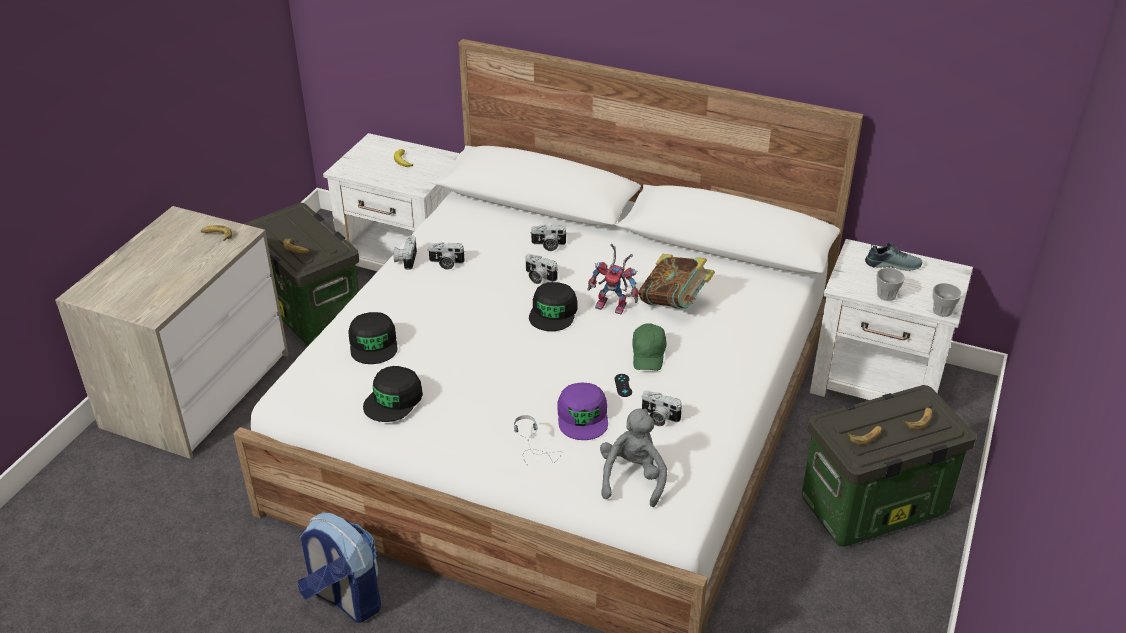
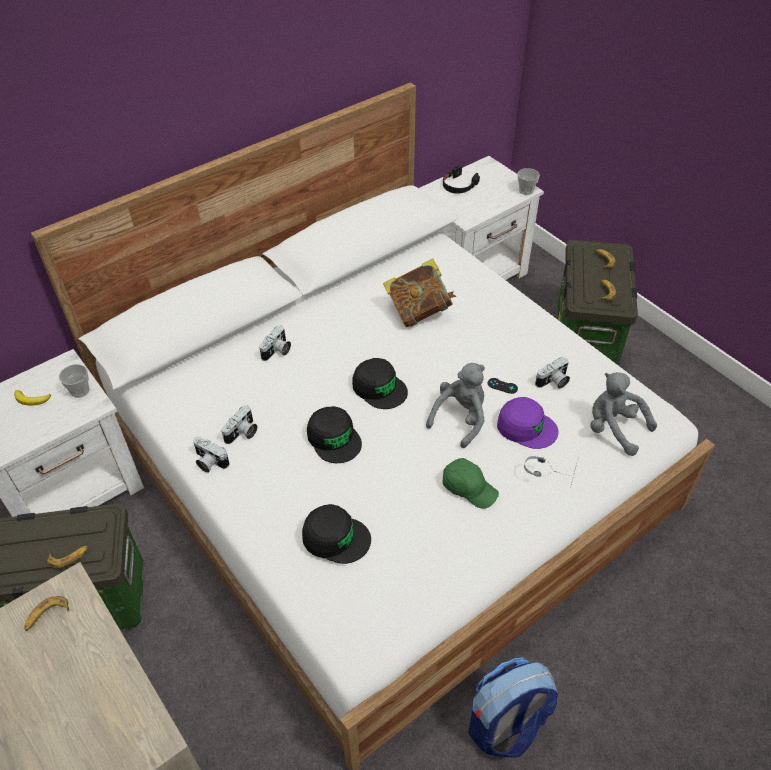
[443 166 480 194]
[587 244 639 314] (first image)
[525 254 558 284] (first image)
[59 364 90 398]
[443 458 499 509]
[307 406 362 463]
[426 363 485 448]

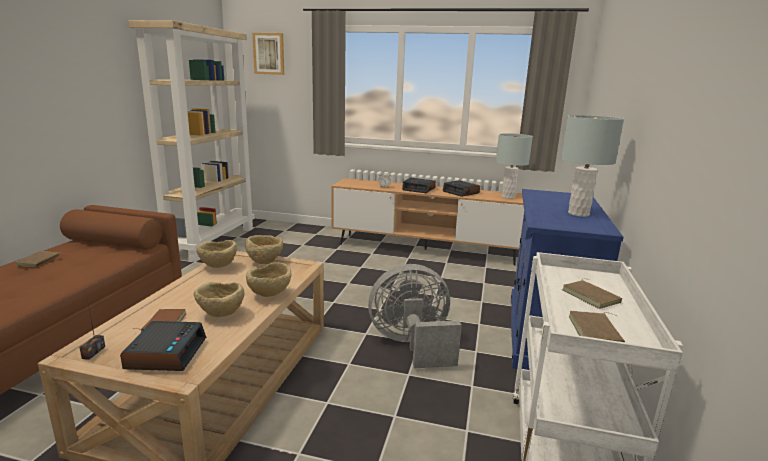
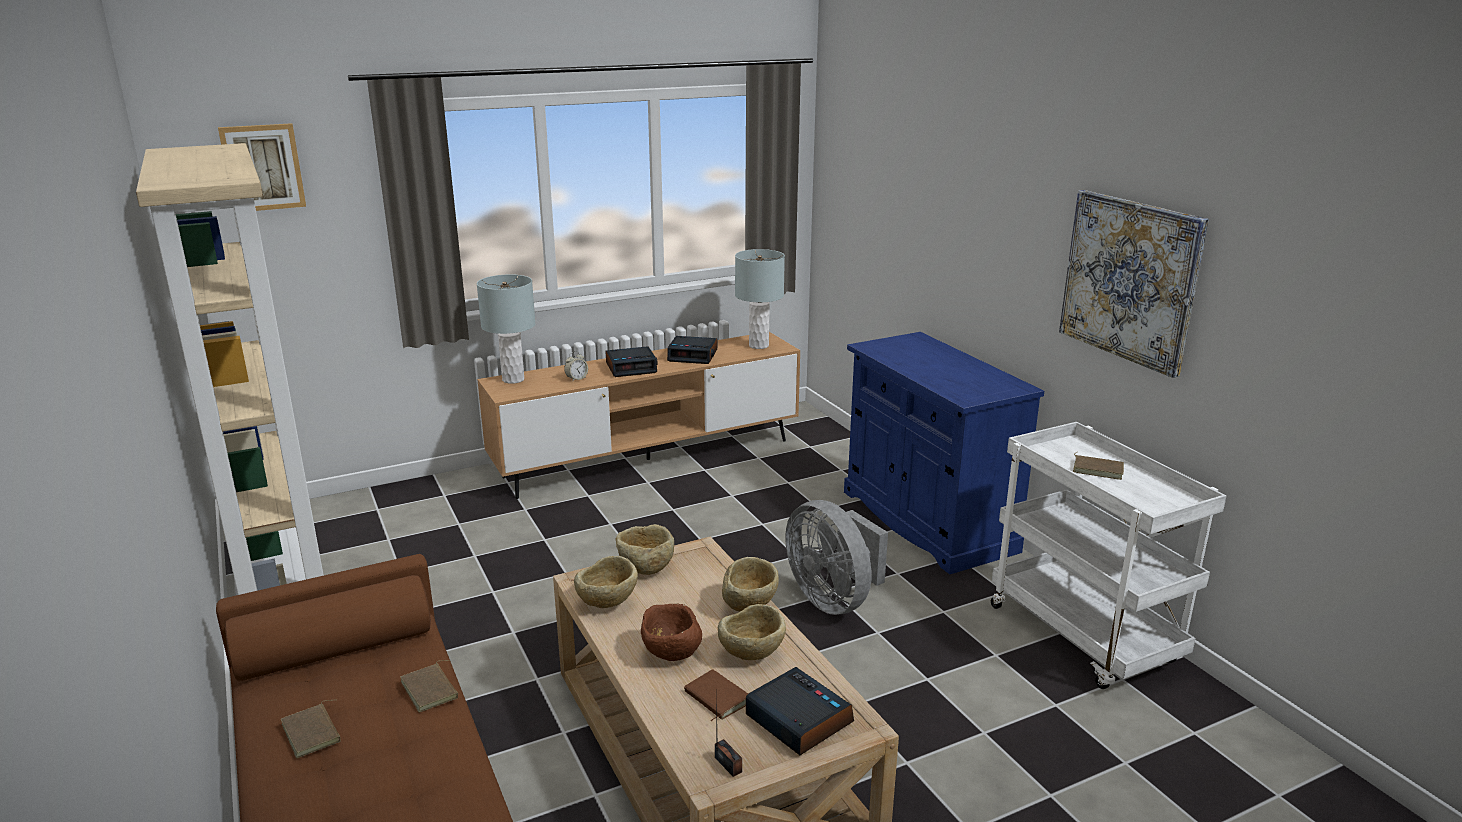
[477 274 536 384]
[785 500 888 615]
[400 660 458 713]
[1059 190 1209 378]
[641 603 702 661]

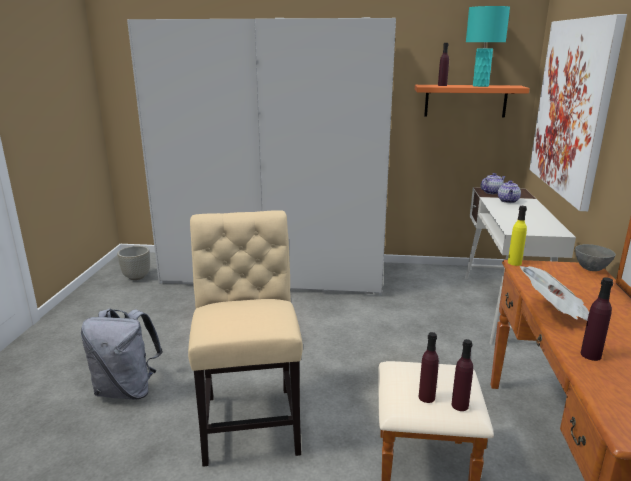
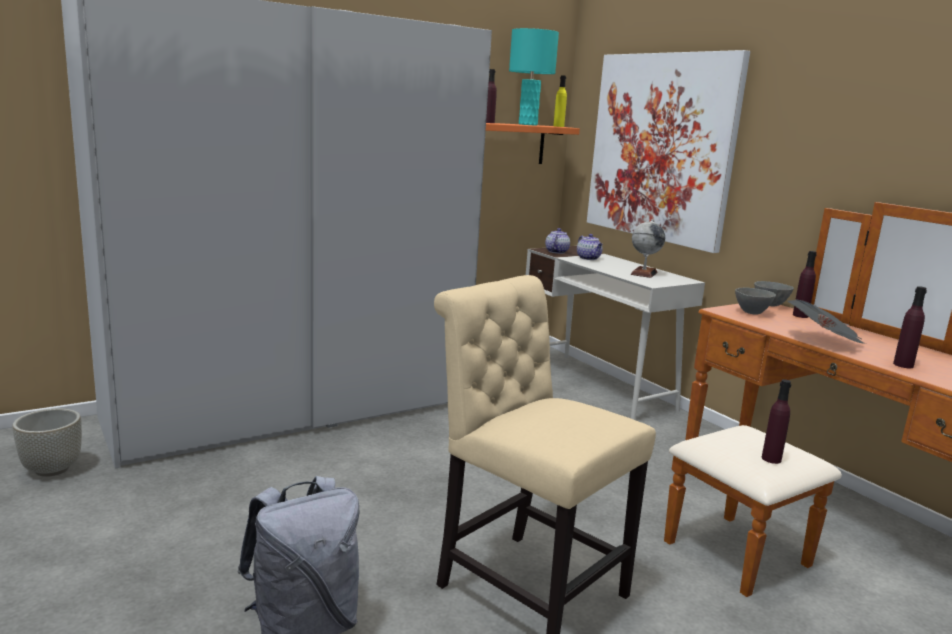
[553 76 567 127]
[793 251 817 318]
[631 219 665 278]
[735 288 776 315]

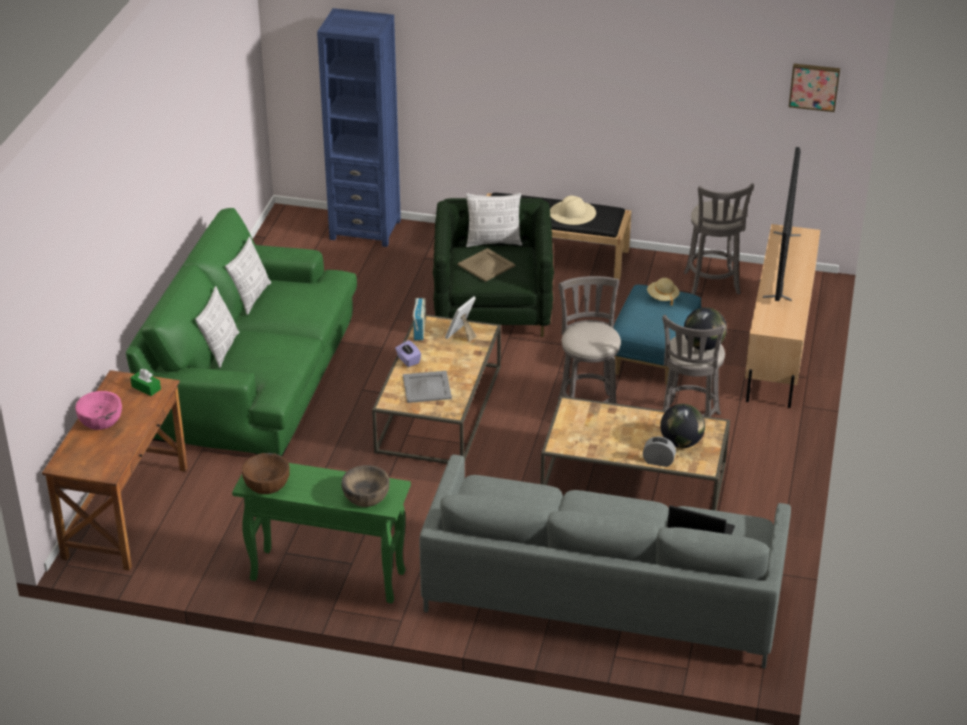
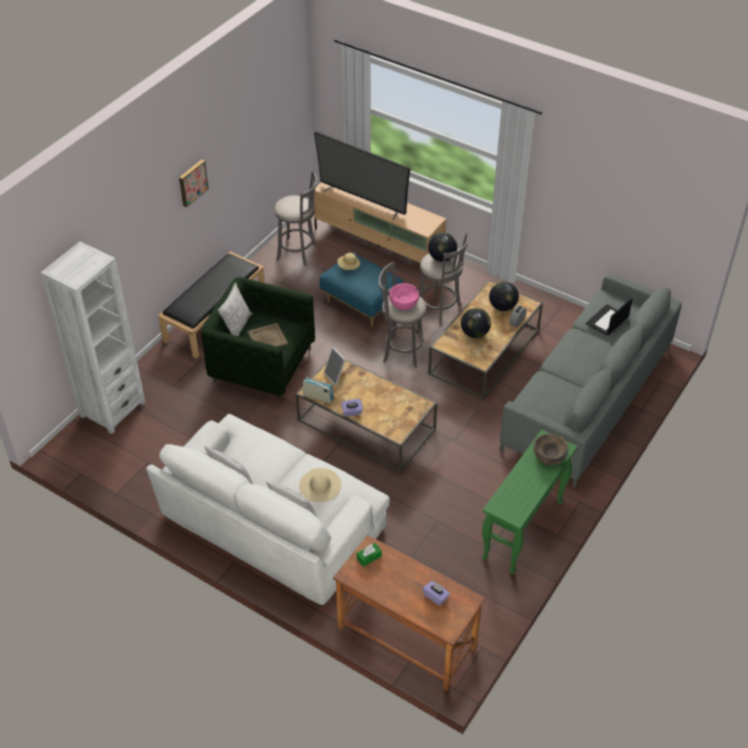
[40 242 145 434]
[179 159 209 207]
[299 468 341 502]
[146 414 390 606]
[403 371 452 403] (first image)
[389 283 419 310]
[242 453 289 494] (first image)
[461 308 491 338]
[423 581 450 606]

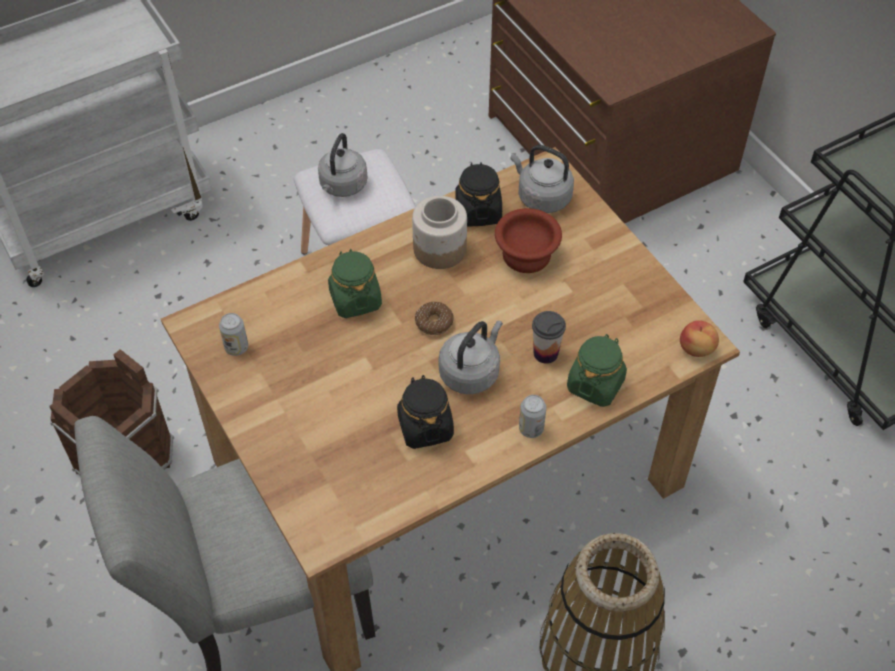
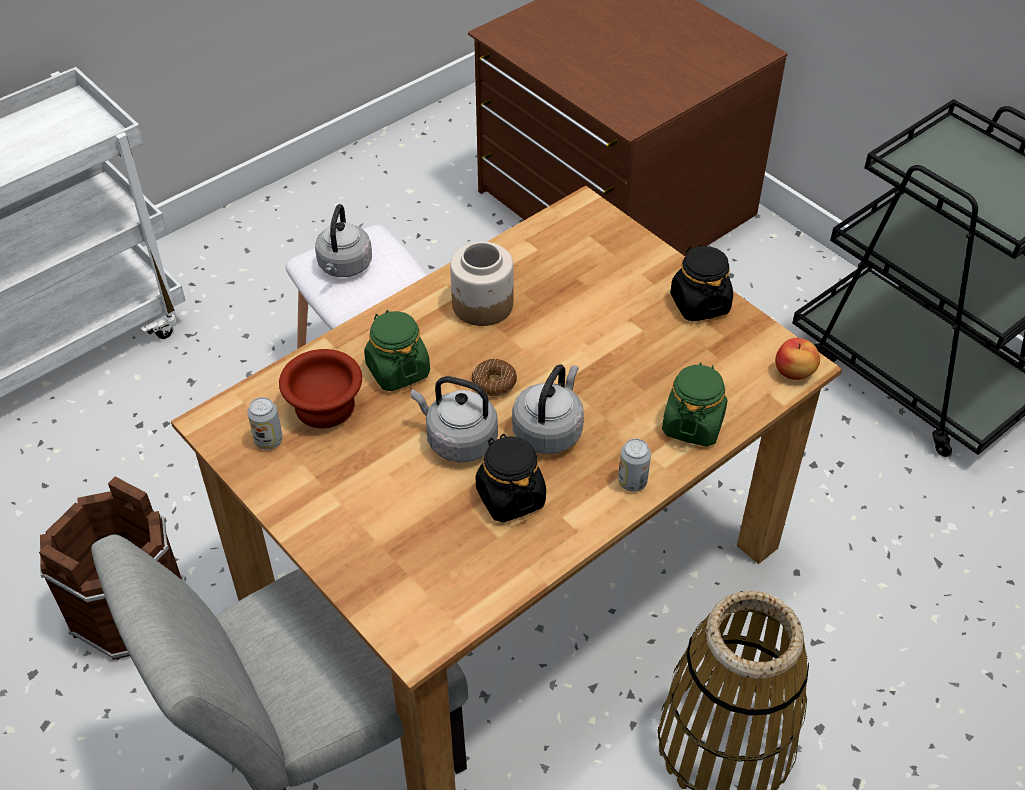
[411 376 498 462]
[670 244 733 322]
[279 349 362 428]
[532 311 566 364] (first image)

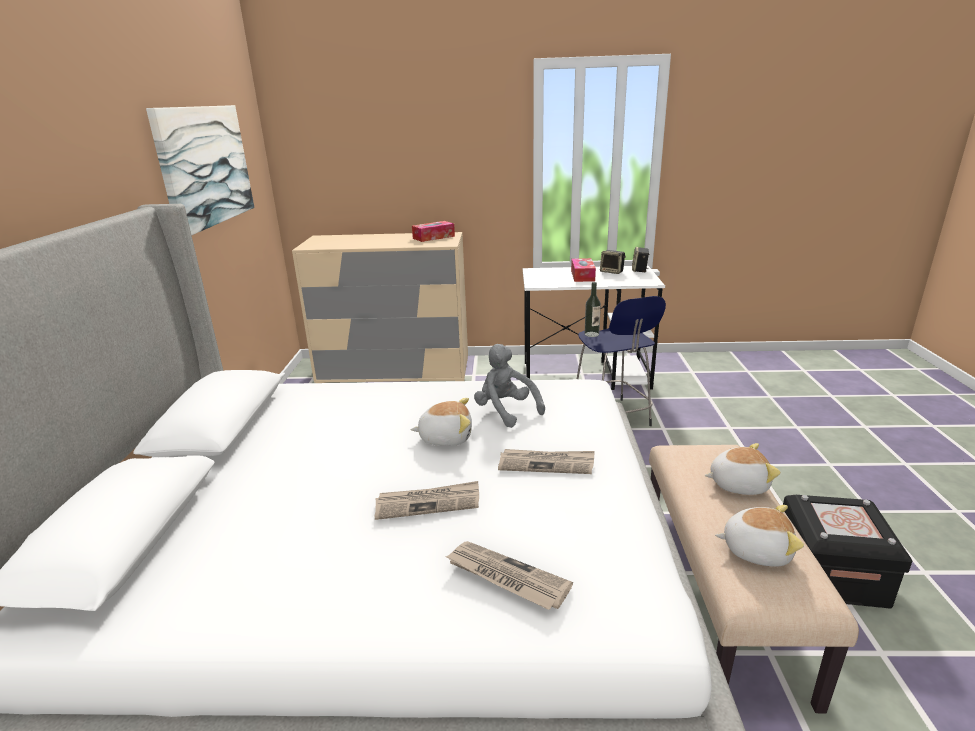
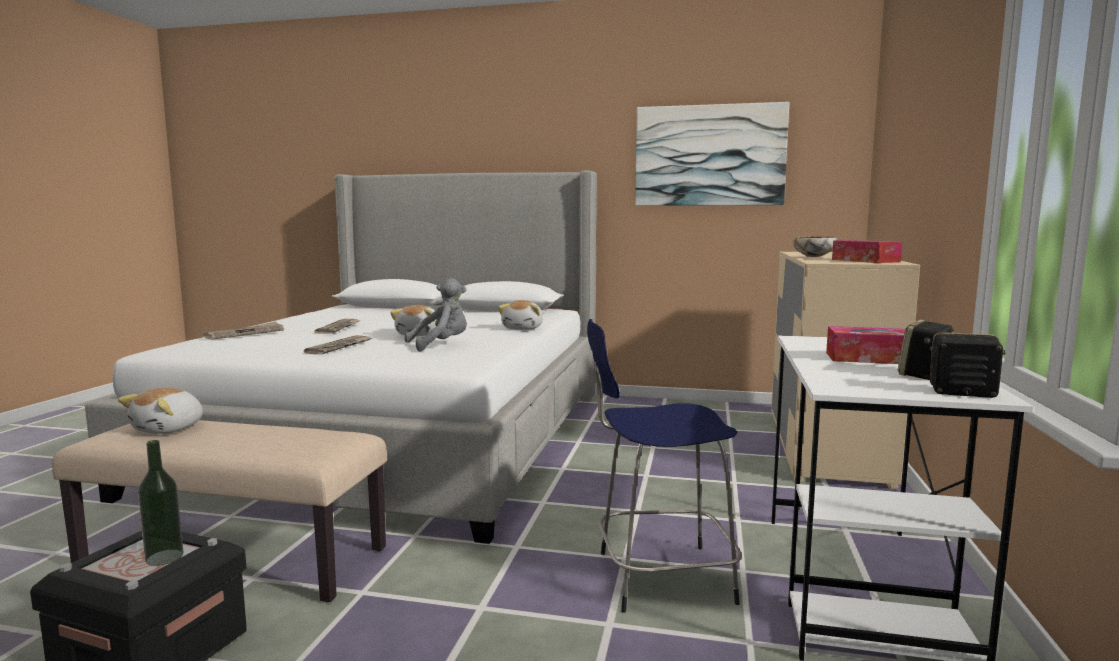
[138 440 183 566]
[498 300 543 330]
[793 236 837 257]

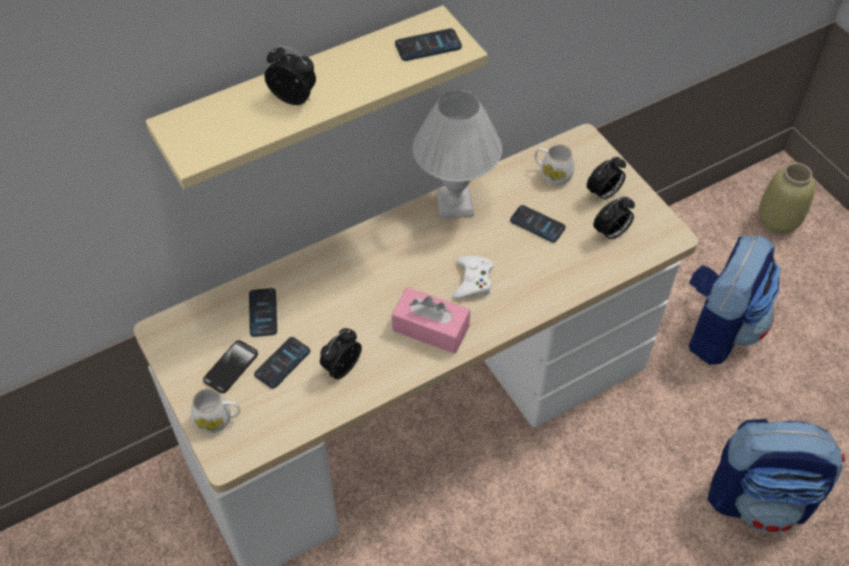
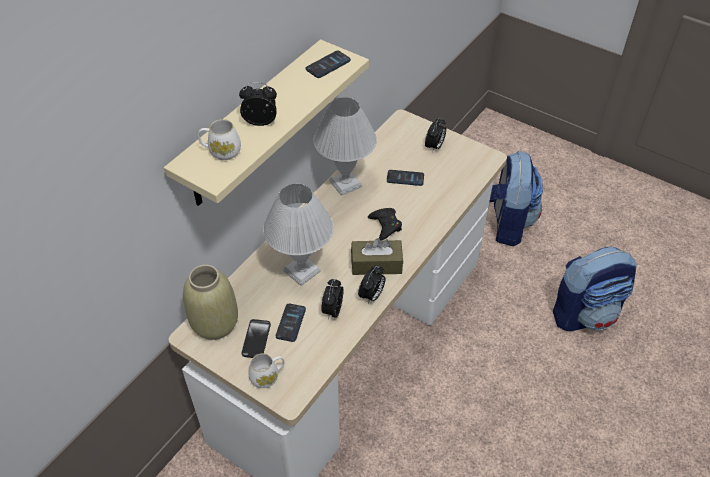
[198 119 241 160]
[183 265 238 340]
[358 265 386 303]
[368 208 402 241]
[351 238 403 275]
[249 288 277 337] (first image)
[263 184 334 286]

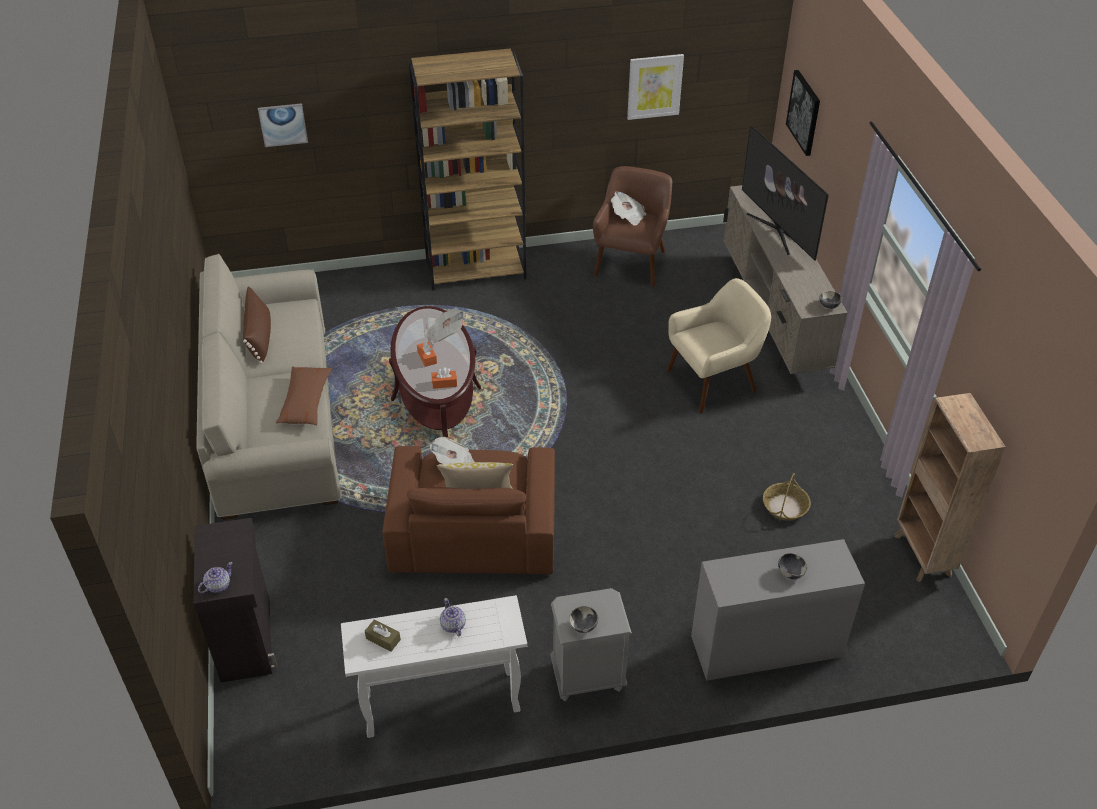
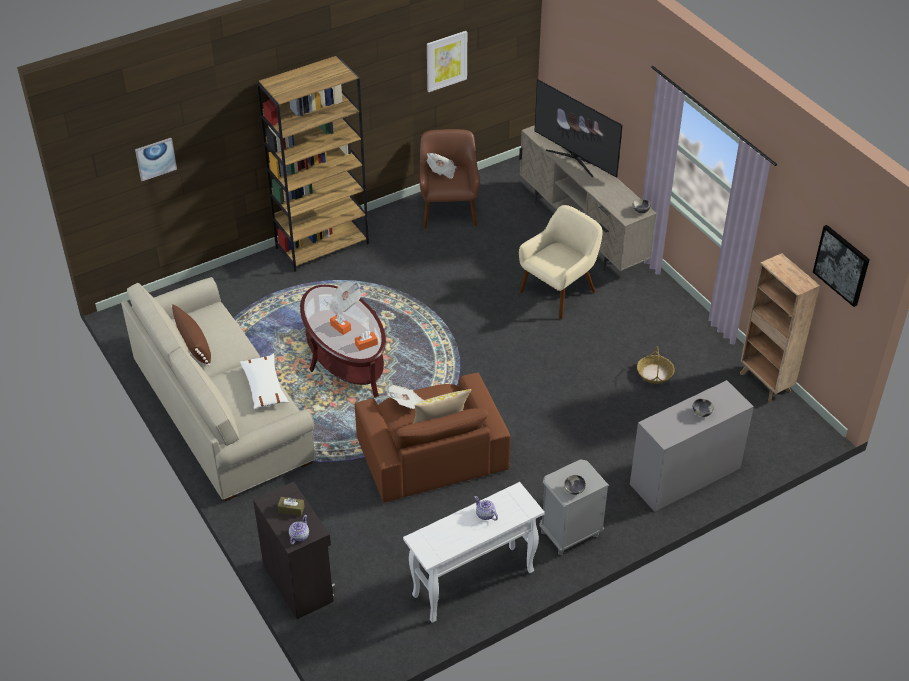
[813 225 870 307]
[240 354 289 409]
[278 497 305 516]

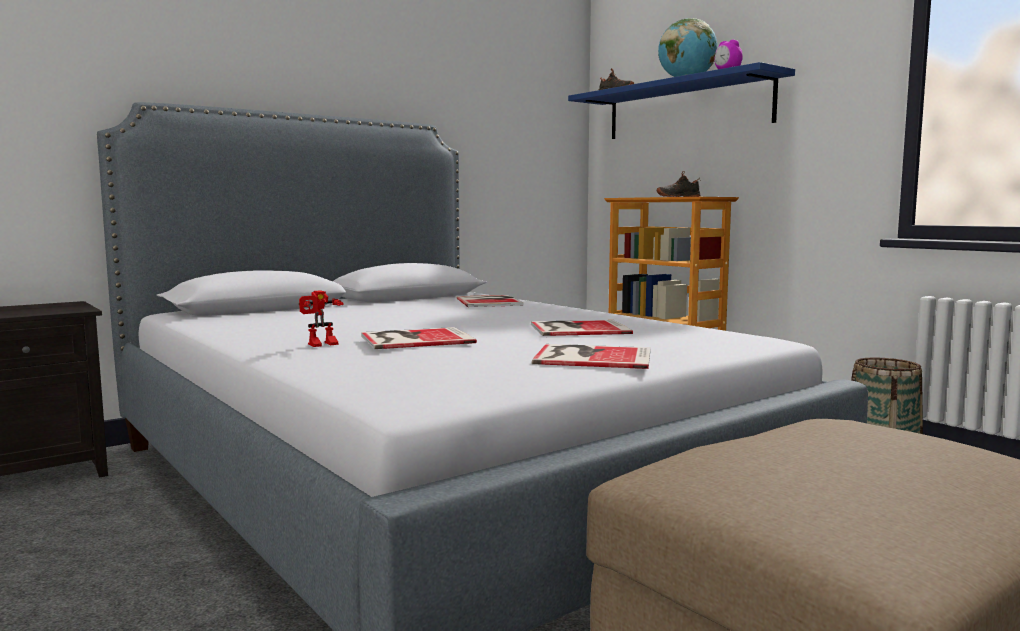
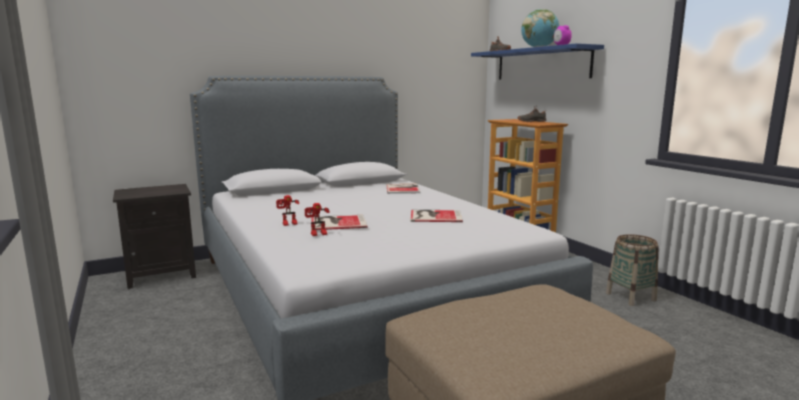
[532 344 651 369] (first image)
[305 203 330 236]

